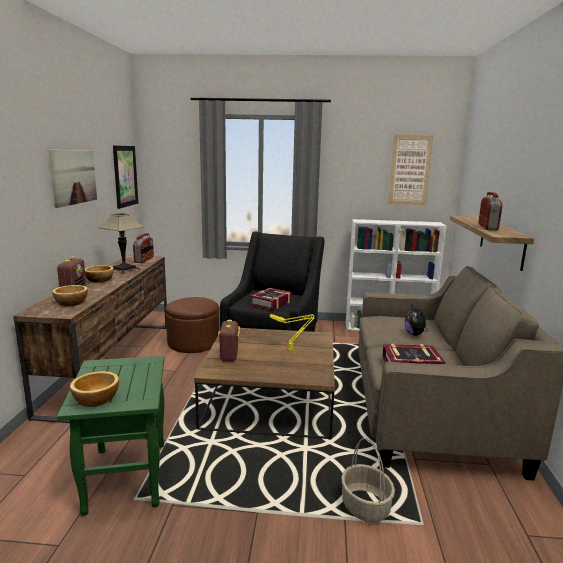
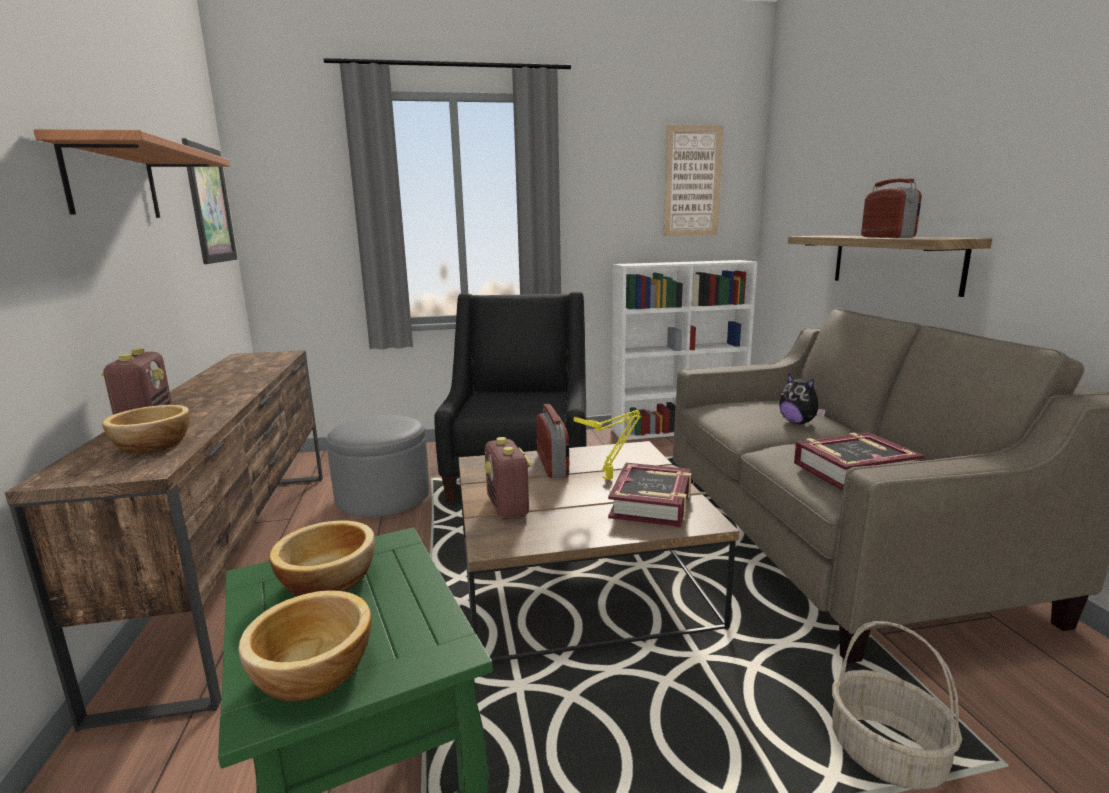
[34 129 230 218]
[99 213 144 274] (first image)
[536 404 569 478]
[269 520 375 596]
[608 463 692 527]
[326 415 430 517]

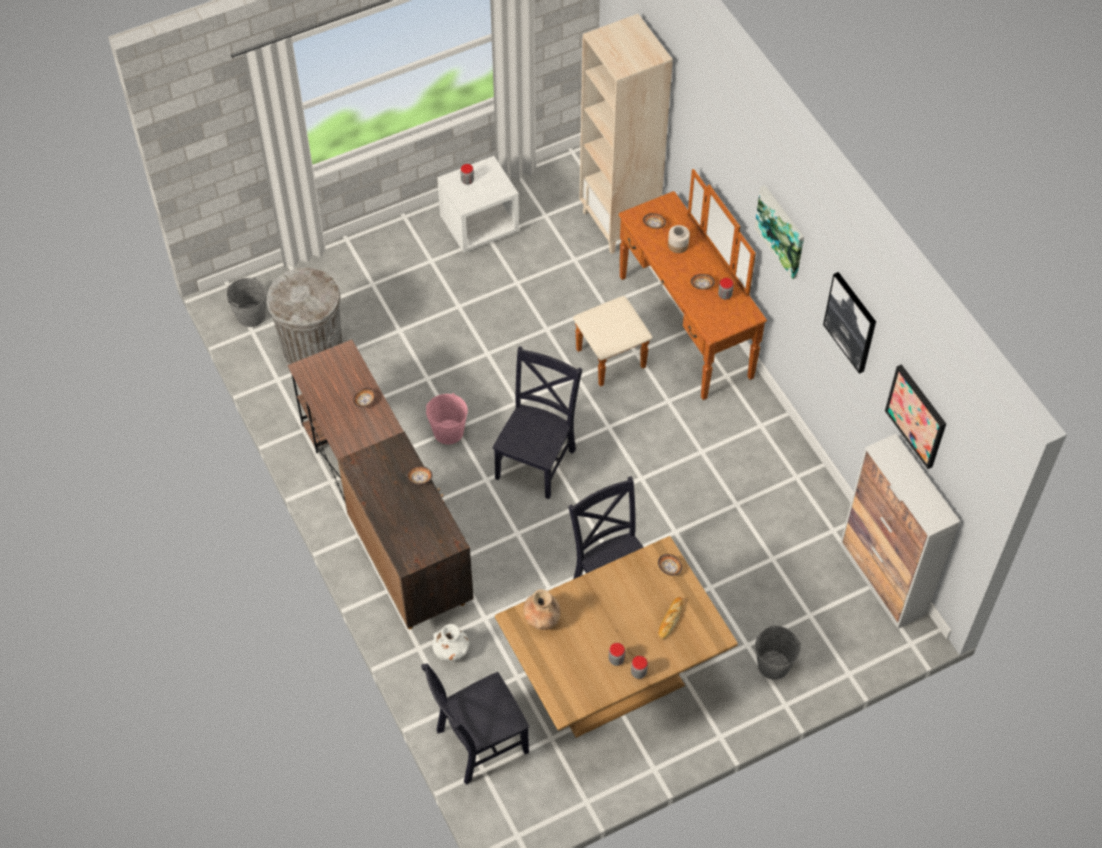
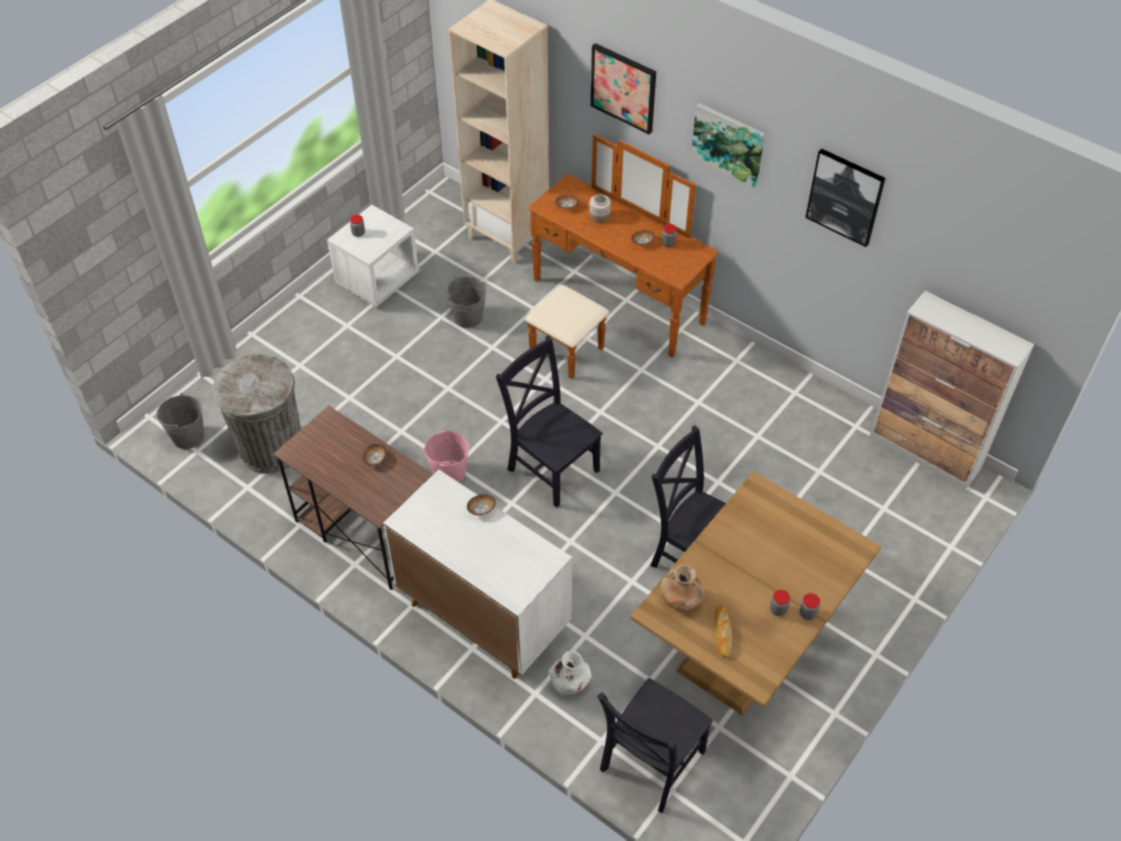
[496 335 603 508]
[591 43 656 134]
[383 470 572 679]
[658 554 682 576] (first image)
[715 606 732 658]
[446 276 486 328]

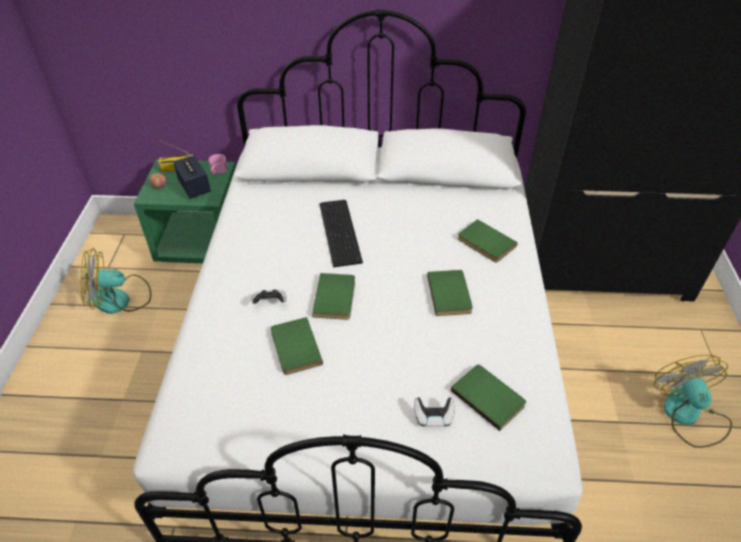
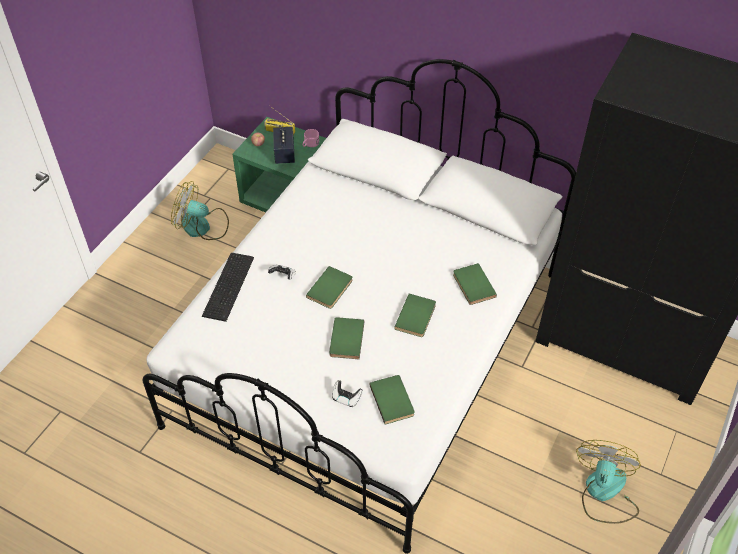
[202 253 254 322]
[329 317 365 359]

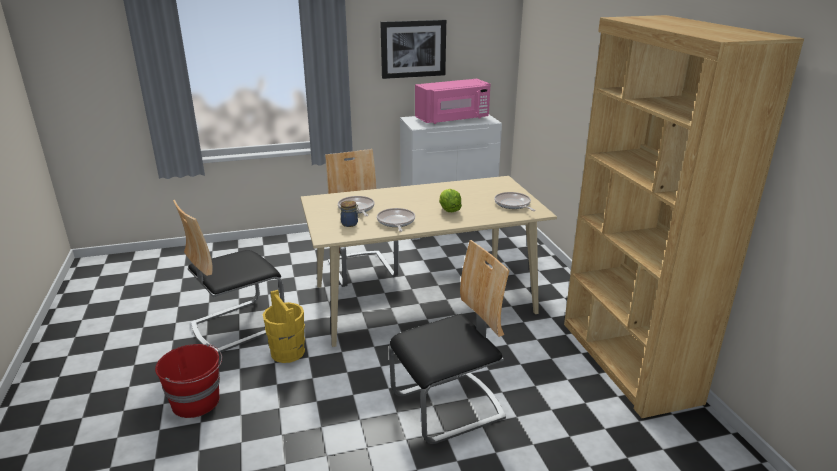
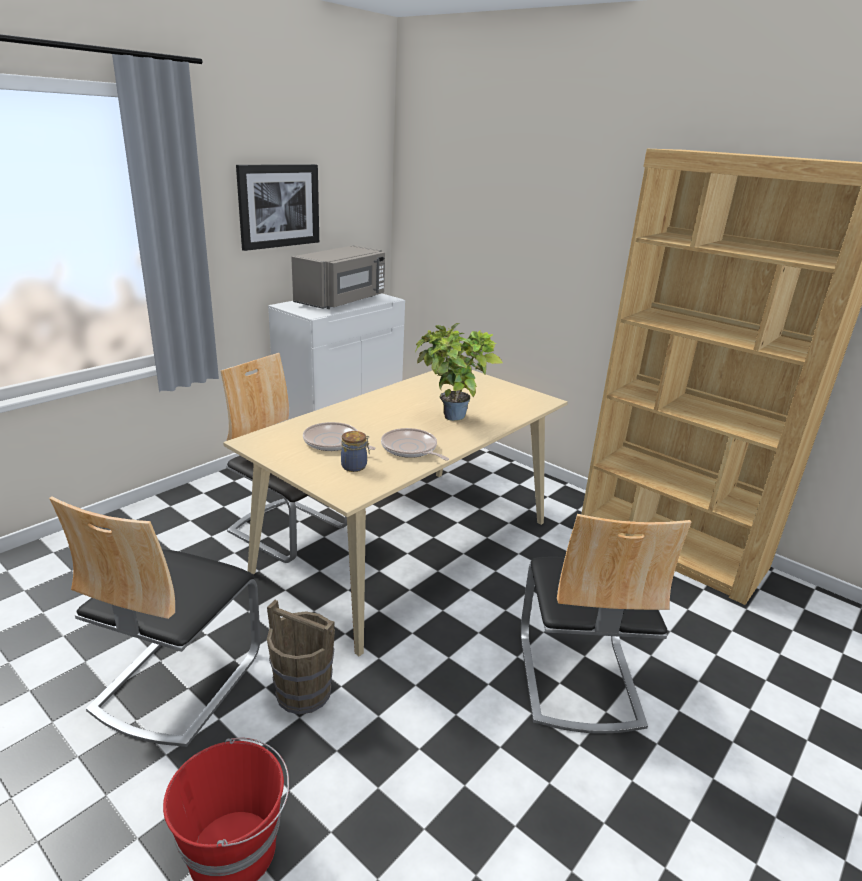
[291 245 385 309]
[415 323 503 421]
[494 192 536 211] (first image)
[521 514 691 734]
[267 600 335 715]

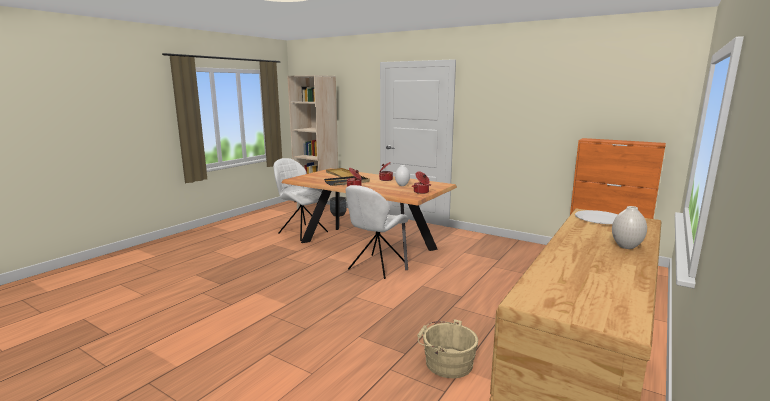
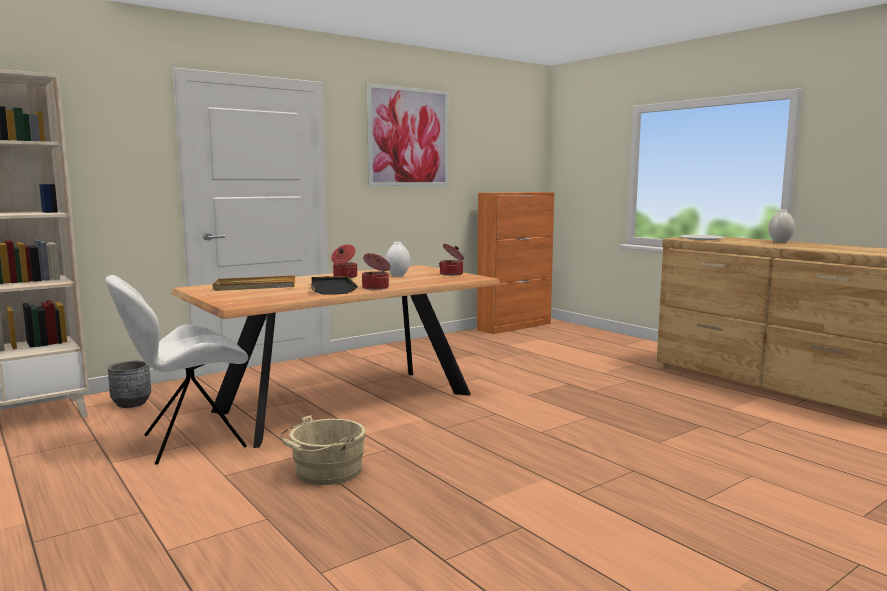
[346 185 408 279] (first image)
[281 415 366 485]
[367 84 449 186]

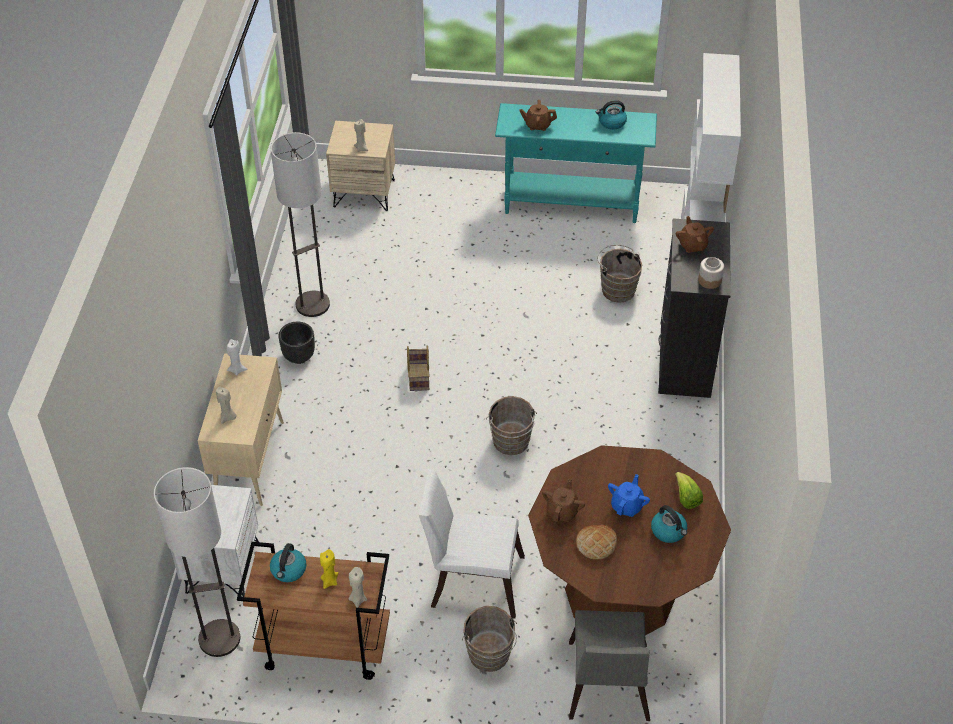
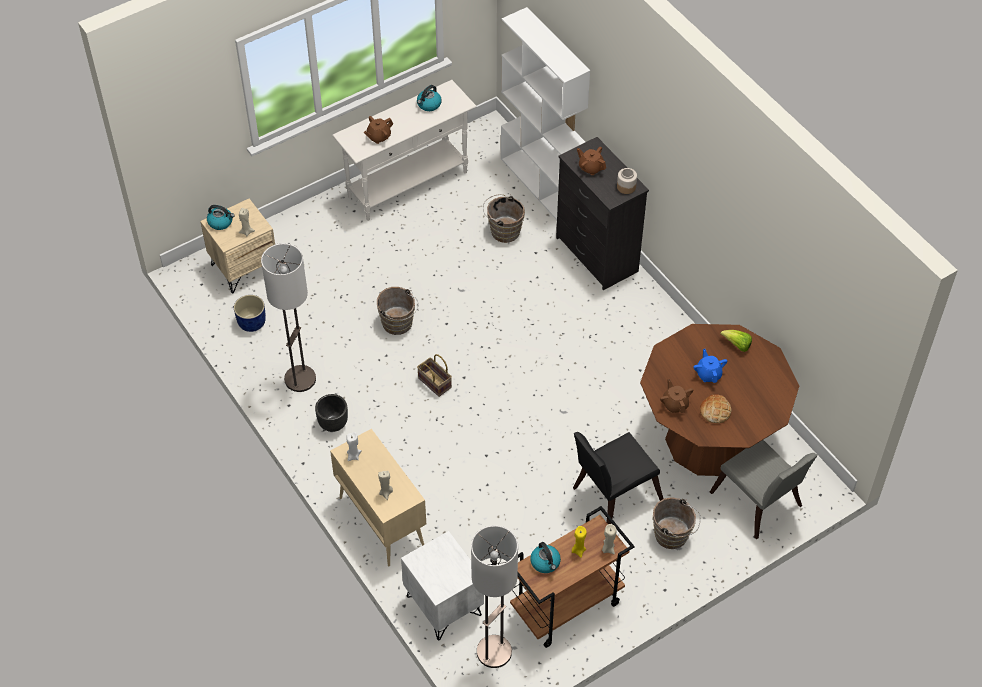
[332 80 477 221]
[377 287 419 335]
[573 432 664 524]
[207 205 235 230]
[234 295 266 332]

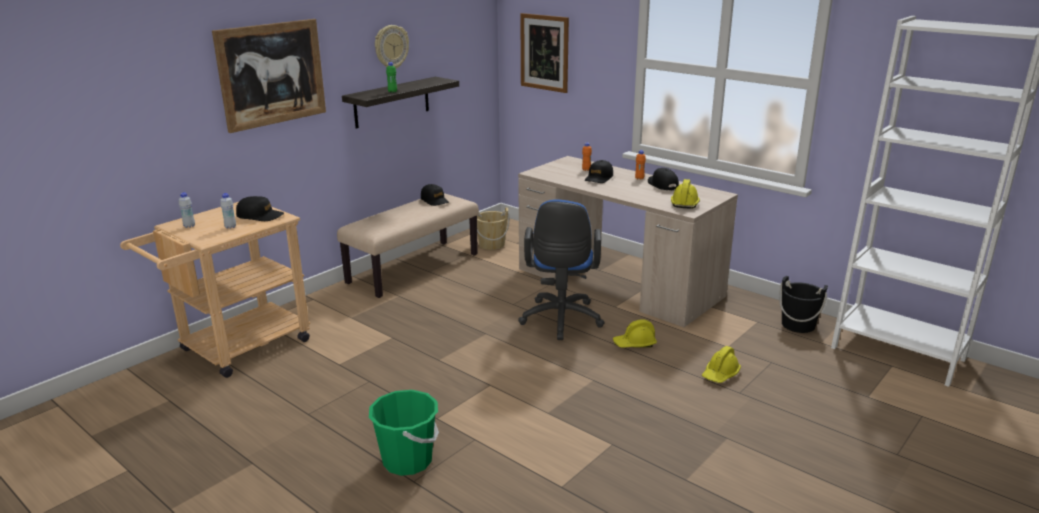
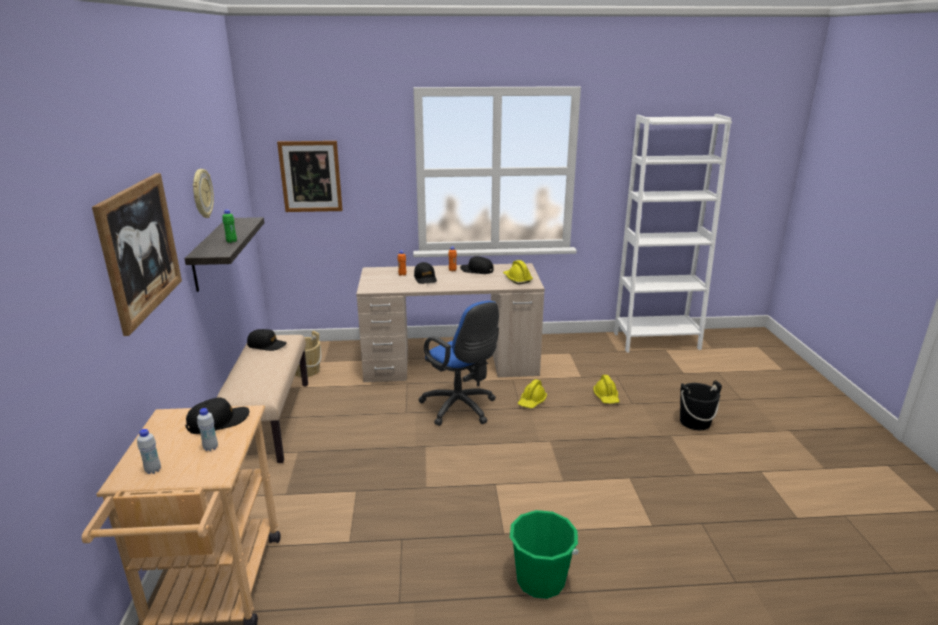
[680 380 722 430]

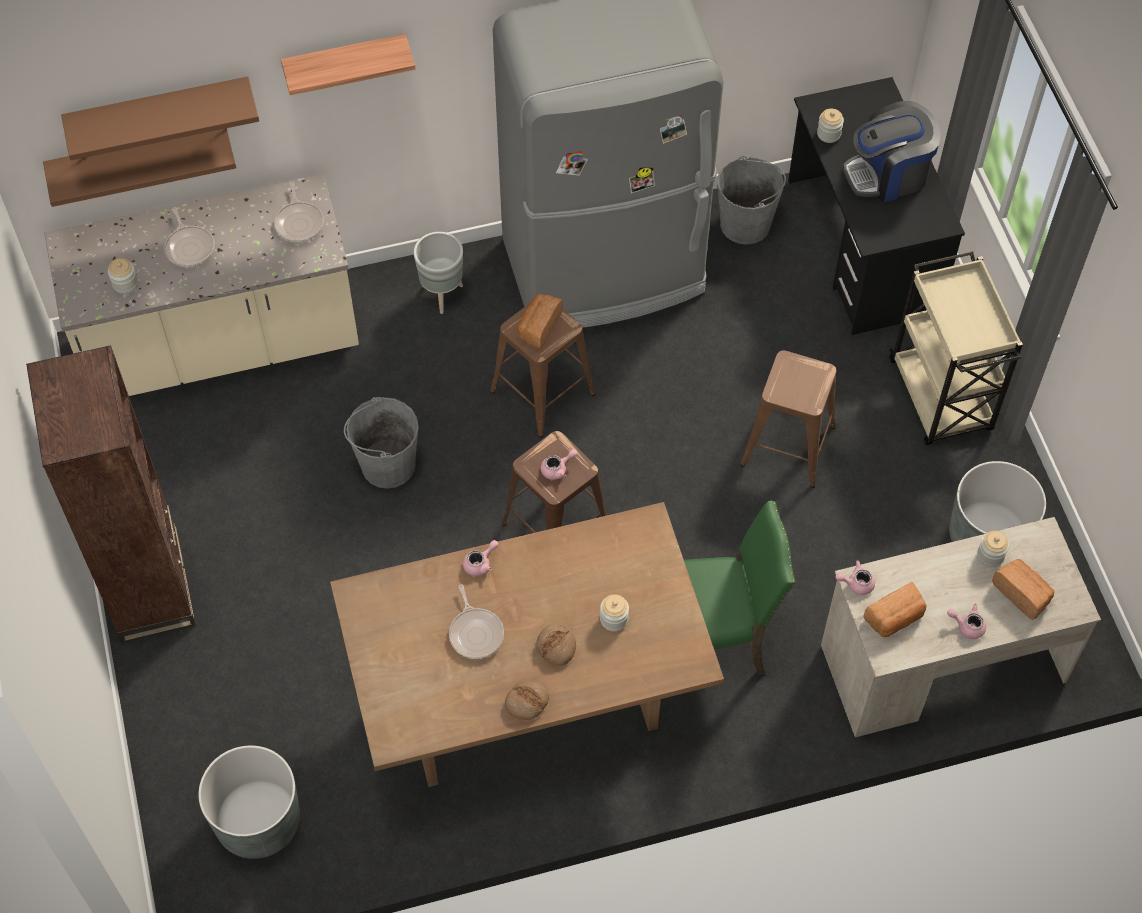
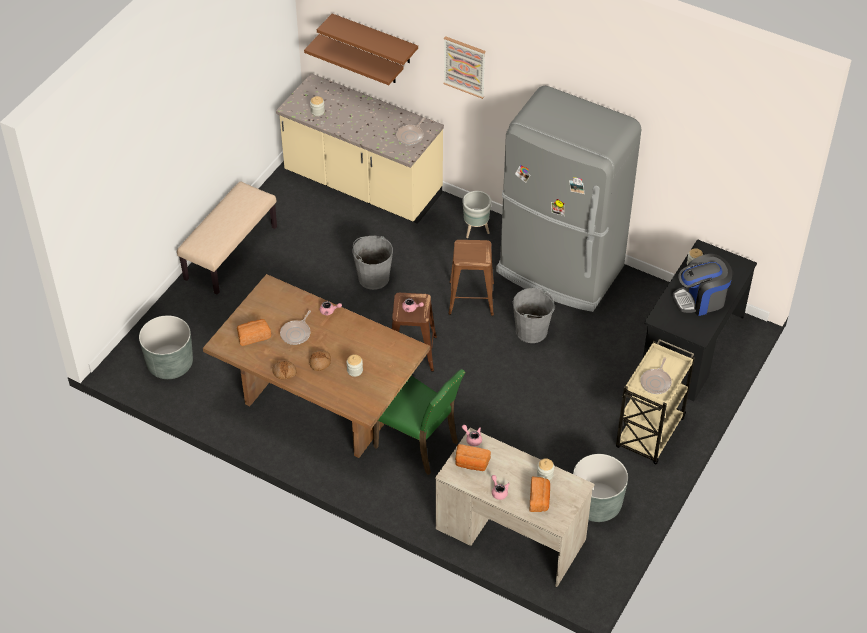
[443 36 486 99]
[673 254 732 316]
[513 288 555 343]
[640 357 672 394]
[237 319 271 346]
[177 181 277 295]
[740 350 836 488] (first image)

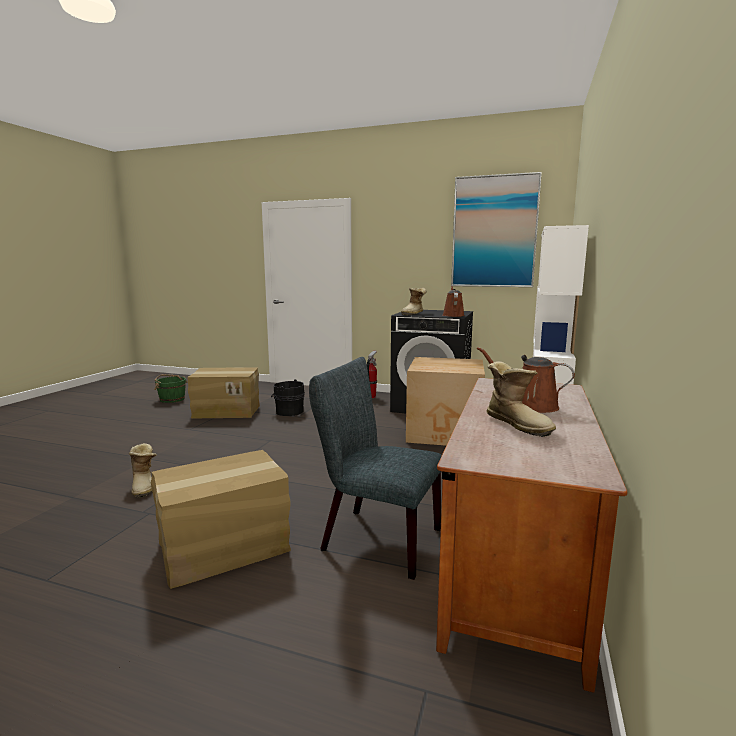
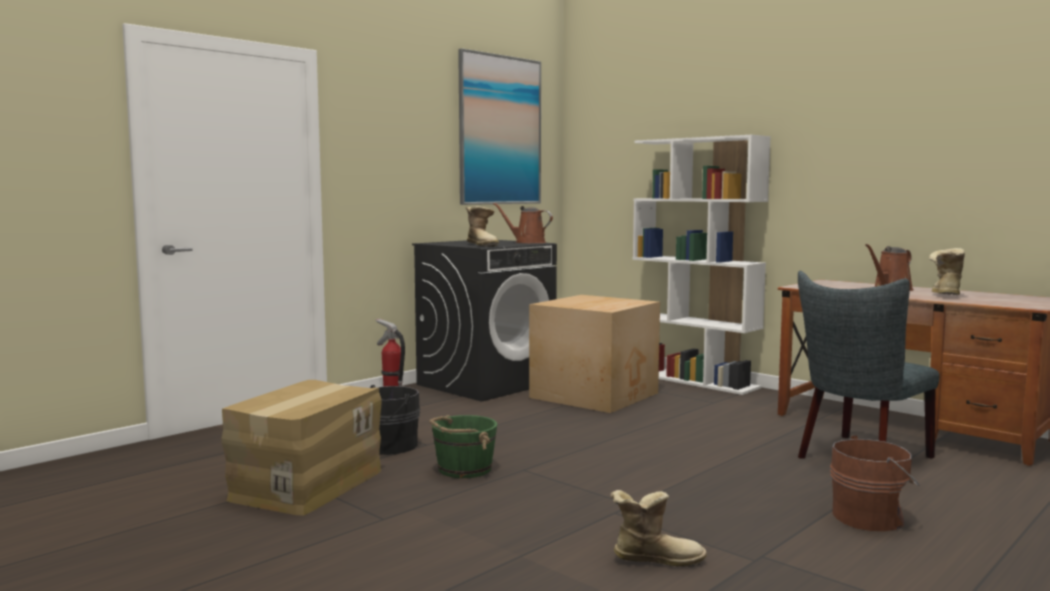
[929 248 965 295]
[429 415 497 478]
[830 435 920 531]

